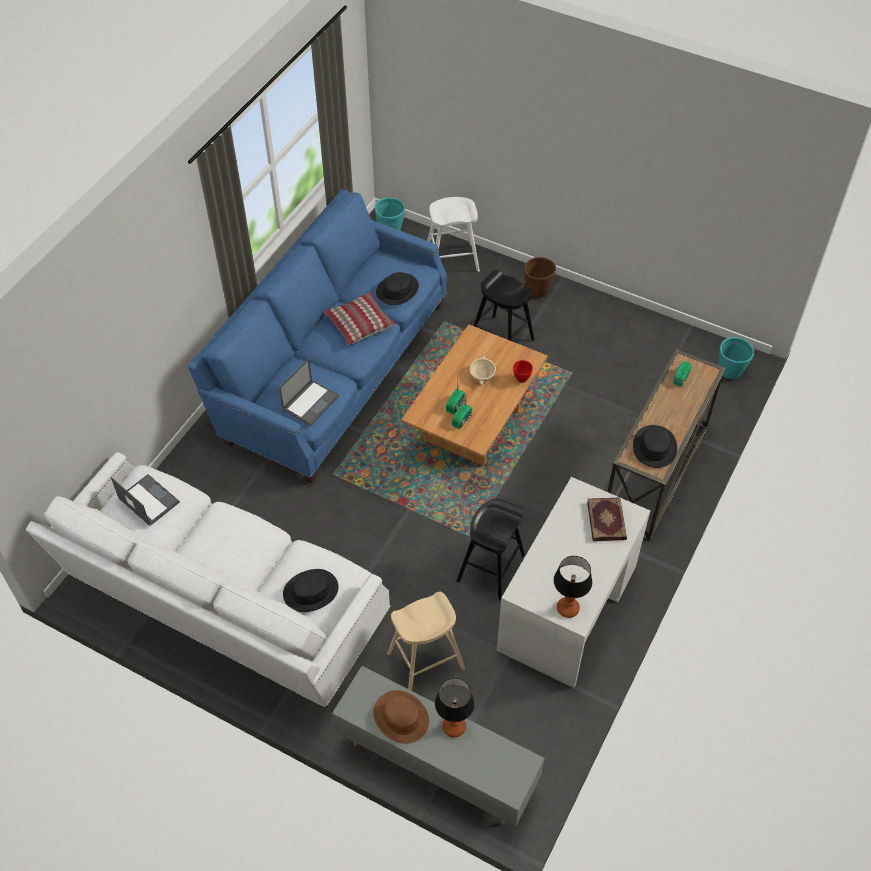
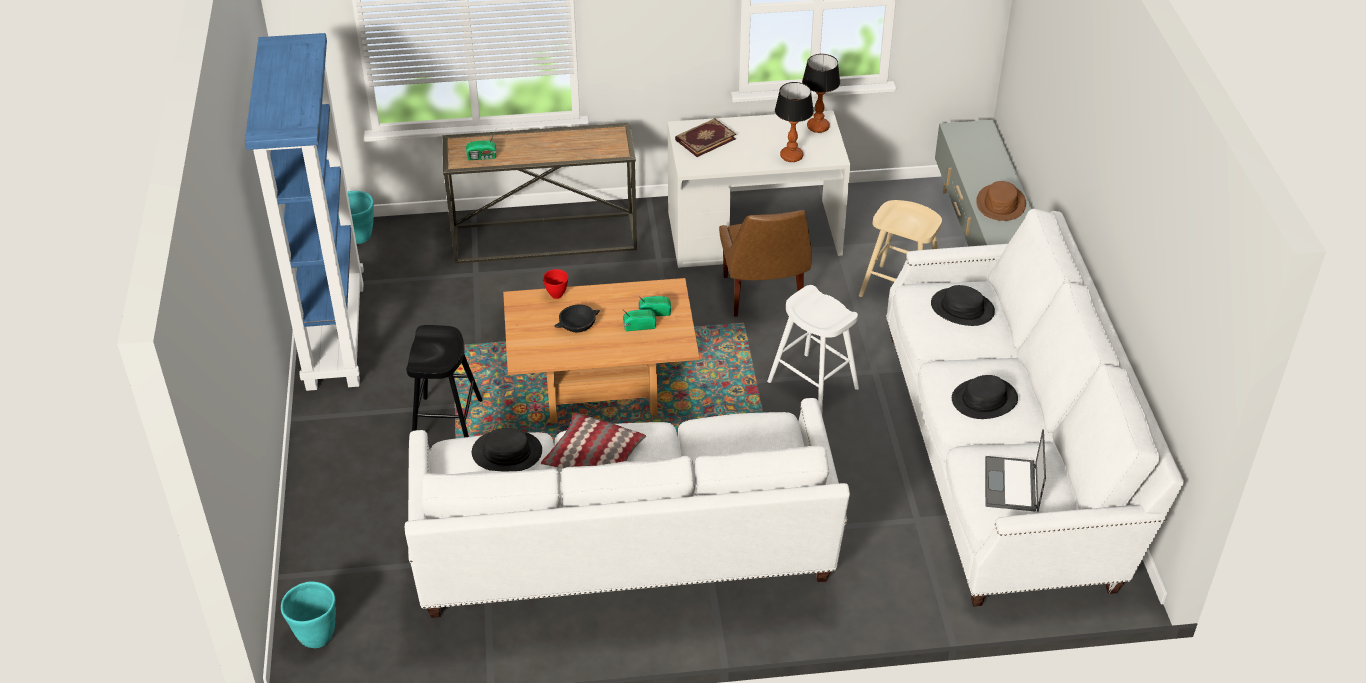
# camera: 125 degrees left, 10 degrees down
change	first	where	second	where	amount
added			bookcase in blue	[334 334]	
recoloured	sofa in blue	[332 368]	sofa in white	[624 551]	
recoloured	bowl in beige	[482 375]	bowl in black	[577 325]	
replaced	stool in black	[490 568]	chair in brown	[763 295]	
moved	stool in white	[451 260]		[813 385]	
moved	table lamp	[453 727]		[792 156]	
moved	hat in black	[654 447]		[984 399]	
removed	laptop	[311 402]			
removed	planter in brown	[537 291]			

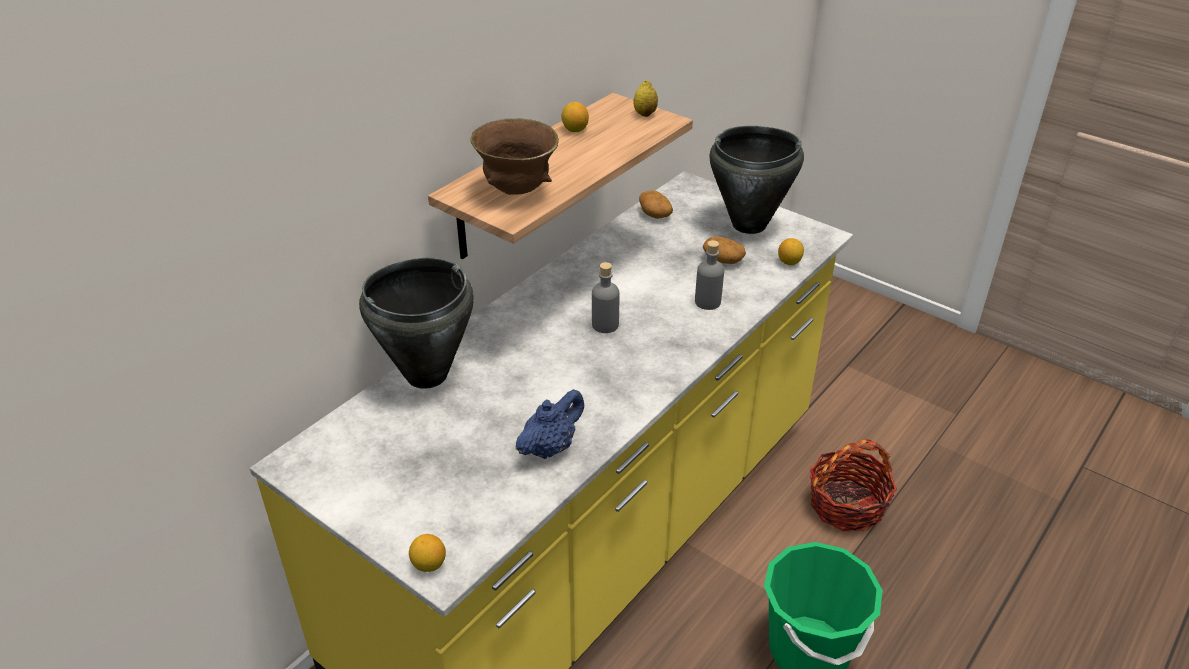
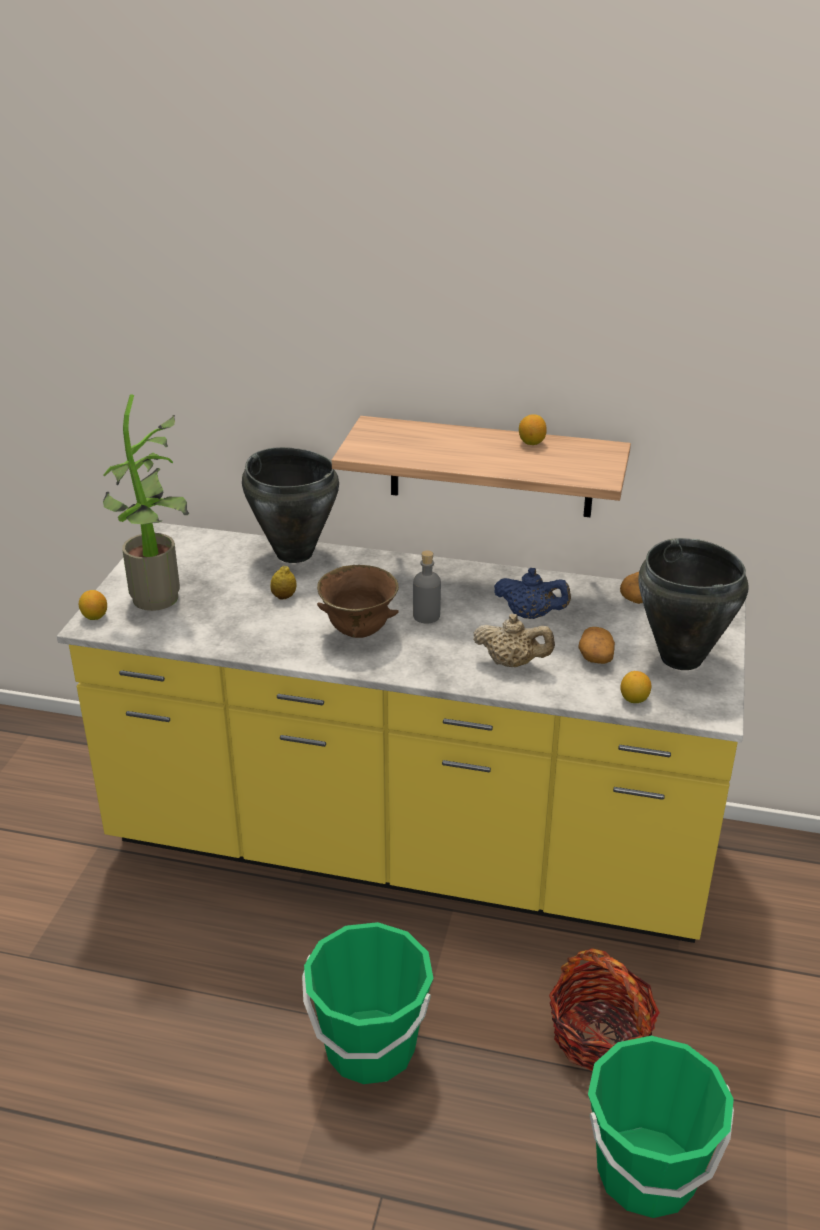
# camera: 65 degrees right, 5 degrees down
change	first	where	second	where	amount
added			potted plant	[161 600]	
moved	lemon	[645 114]		[284 597]	
moved	bowl in brown	[517 190]		[358 632]	
replaced	bottle in grey	[707 302]	teapot in beige	[512 663]	
moved	teapot in blue	[550 447]		[530 615]	
added			bucket in green	[646 1173]	

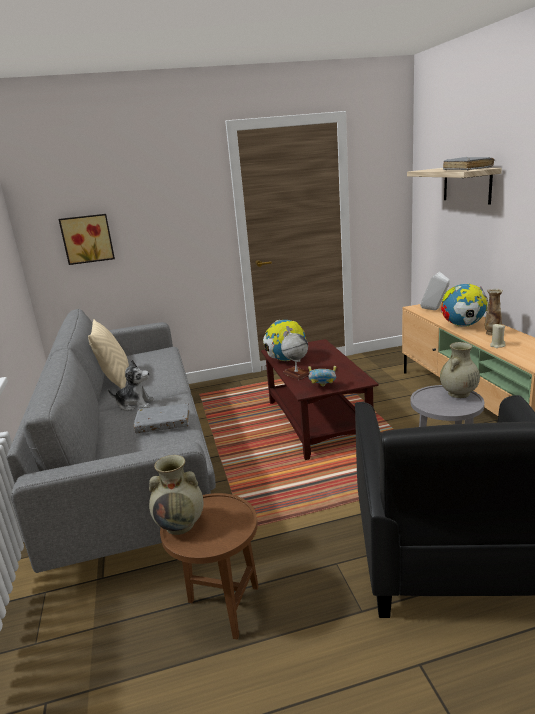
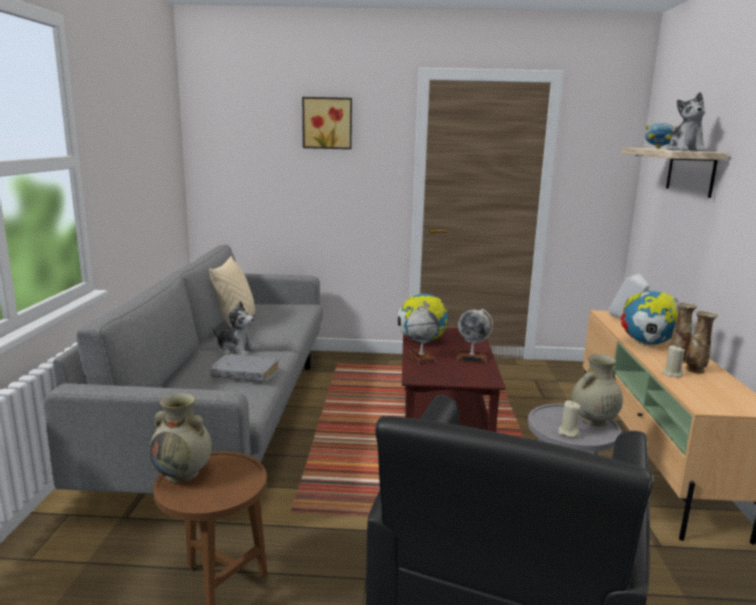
# camera: 15 degrees right, 5 degrees down
change	first	where	second	where	amount
moved	picture	[87 239]		[327 123]	
added			globe	[471 358]	
added			candle in beige	[568 432]	
moved	bowl	[323 387]		[658 148]	
replaced	book in grey	[467 169]	plush toy	[685 150]	
added			vase	[695 370]	

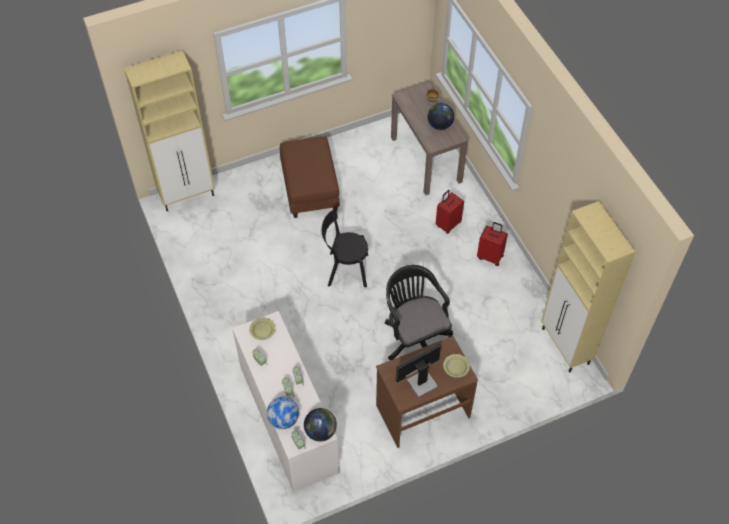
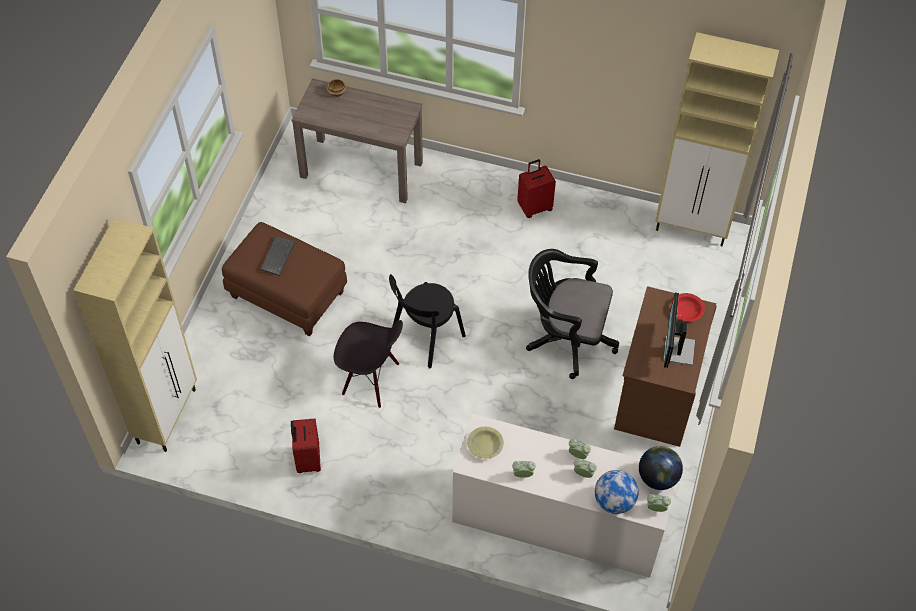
# camera: 50 degrees left, 0 degrees up
change	first	where	second	where	amount
added			keyboard	[277 255]	
moved	suitcase in red	[448 224]		[307 460]	
added			chair in black	[370 380]	
recoloured	bowl in yellow	[456 368]	bowl in red	[686 310]	
removed	globe	[440 125]			

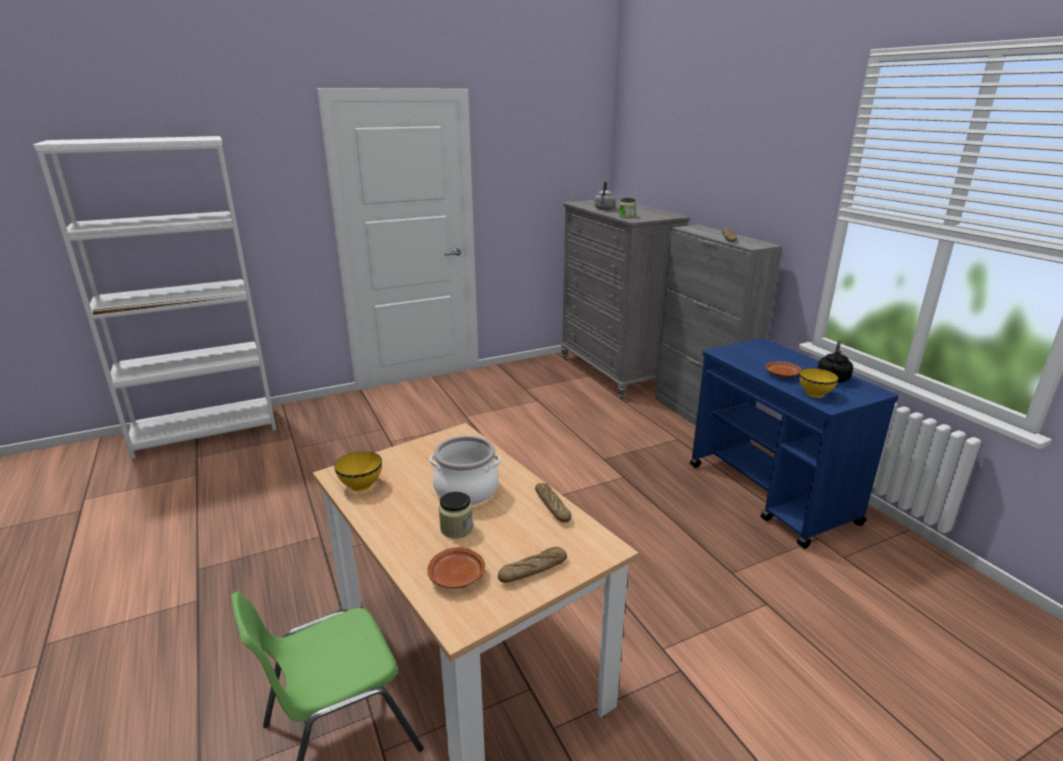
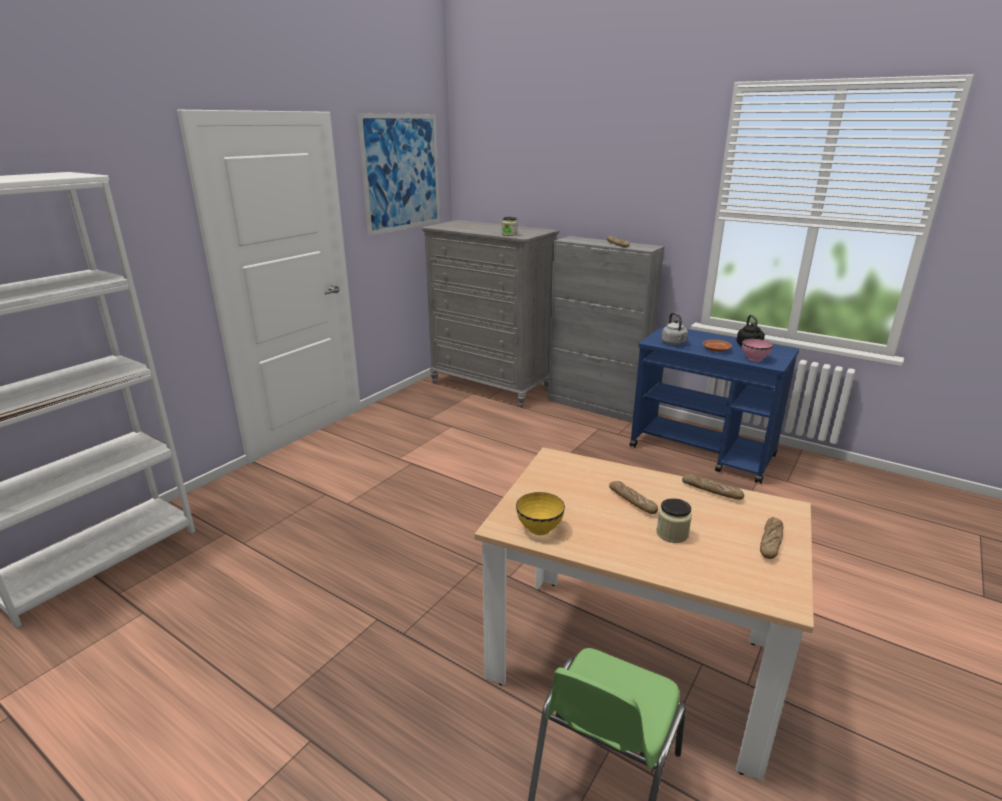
# camera: 30 degrees left, 0 degrees up
change	first	where	second	where	amount
added			picture	[402 173]	
replaced	cooking pot	[466 490]	bread	[632 501]	
moved	kettle in grey	[604 209]		[674 343]	
recoloured	bowl in yellow	[814 394]	bowl in pink	[754 359]	
removed	plate in brown	[457 577]			

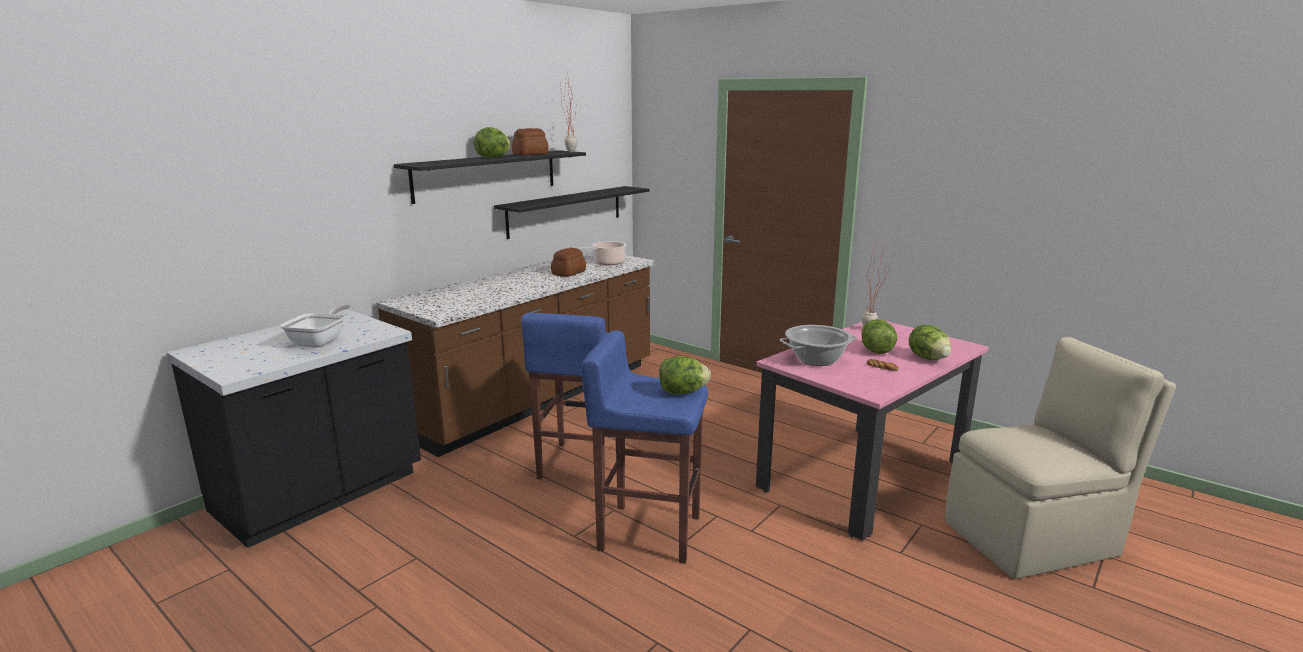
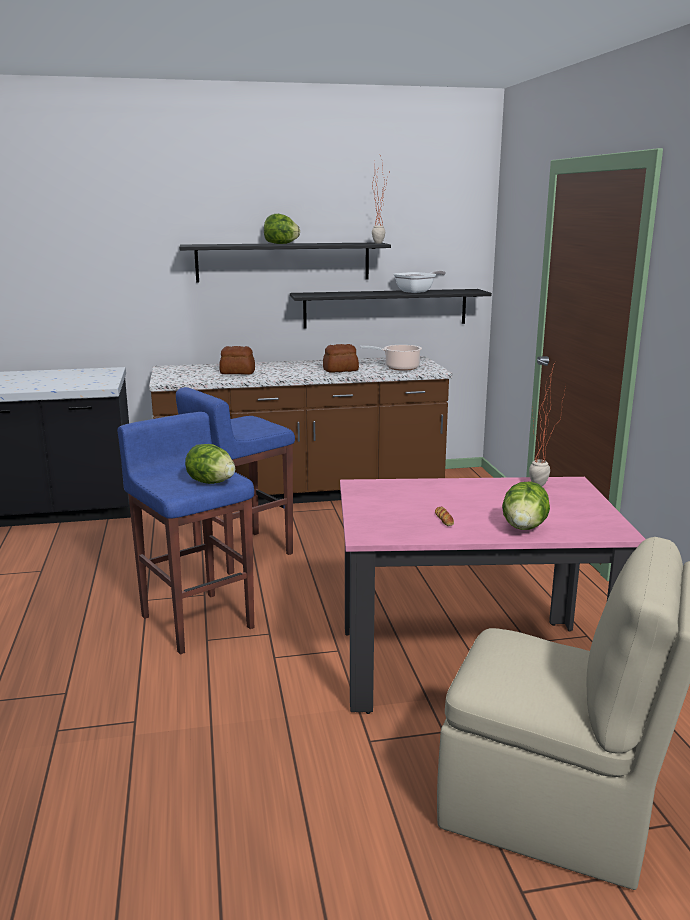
# camera: 40 degrees right, 0 degrees up
change	first	where	second	where	amount
moved	bread	[531 154]		[237 372]	
moved	frying pan	[321 341]		[418 291]	
removed	cooking pot	[817 359]			
removed	lettuce	[876 351]			

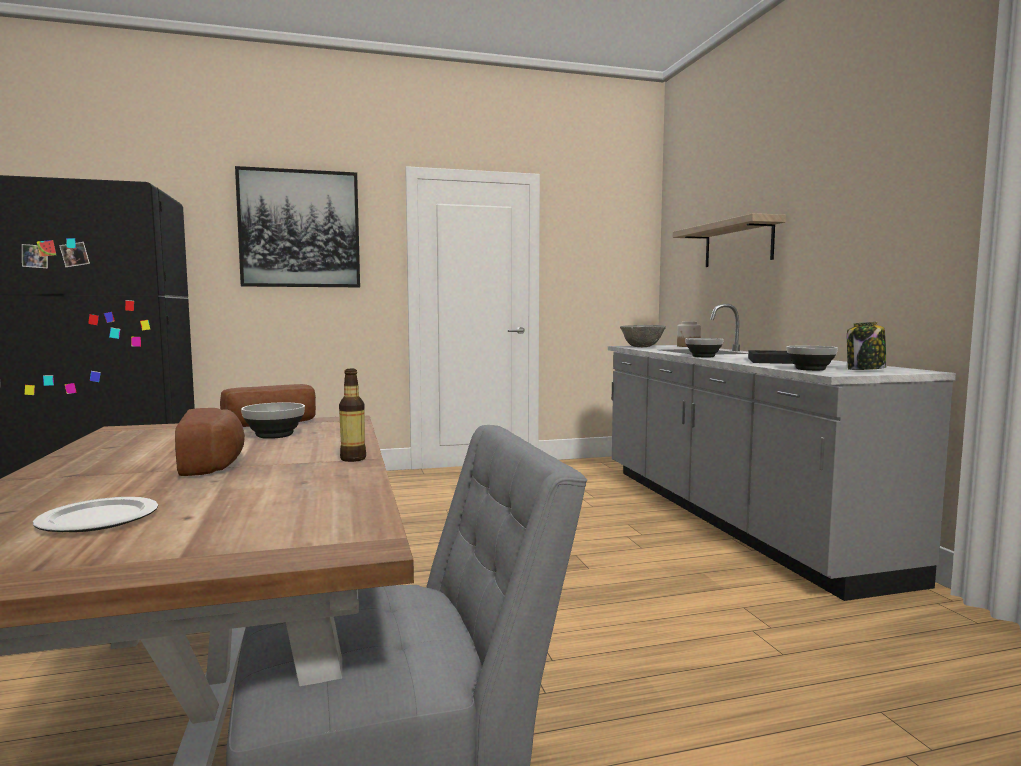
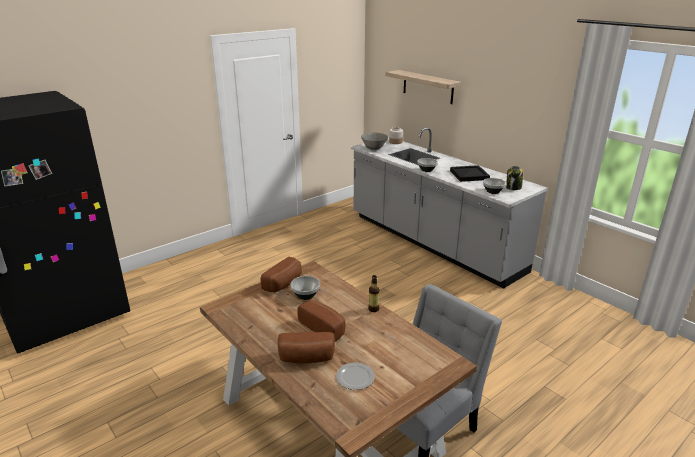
# camera: 25 degrees left, 20 degrees up
change	first	where	second	where	amount
added			bread	[306 358]	
removed	picture	[299 229]			

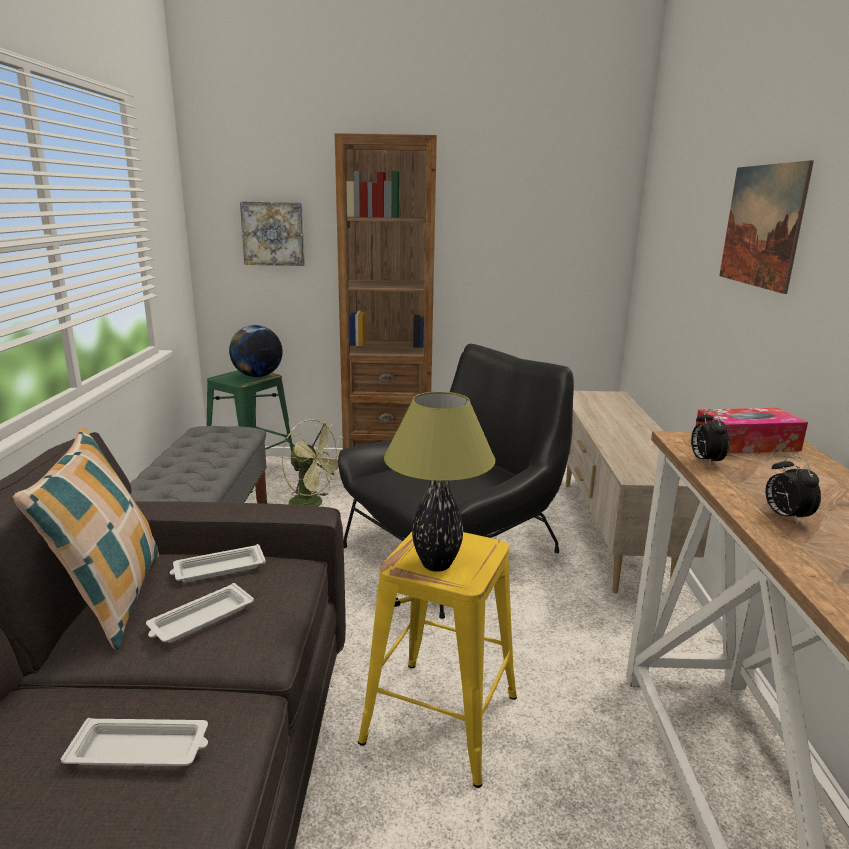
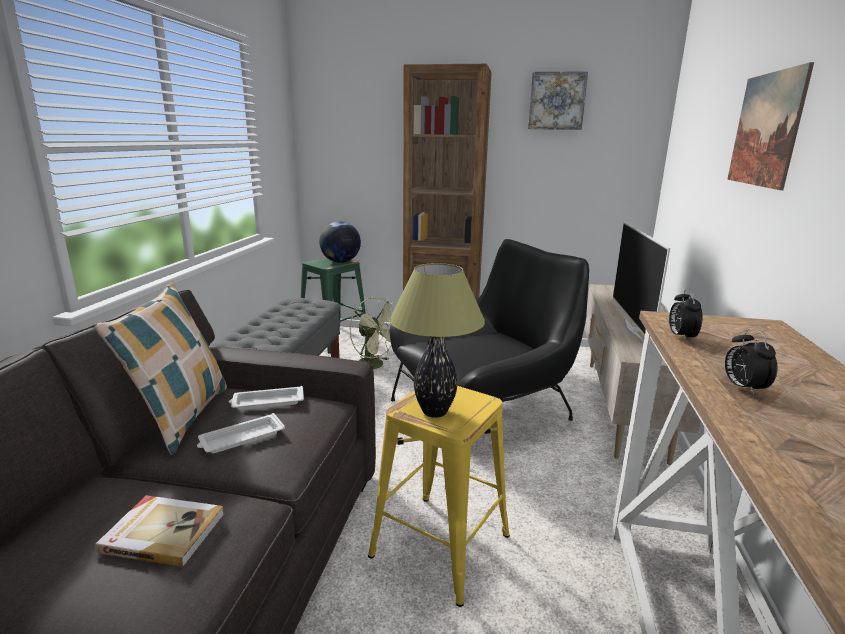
# camera: 10 degrees right, 0 degrees up
change	first	where	second	where	amount
replaced	tray in white	[141 750]	book	[164 532]	
moved	picture	[273 233]		[557 101]	
added			television	[634 330]	
removed	tissue box	[746 444]			

